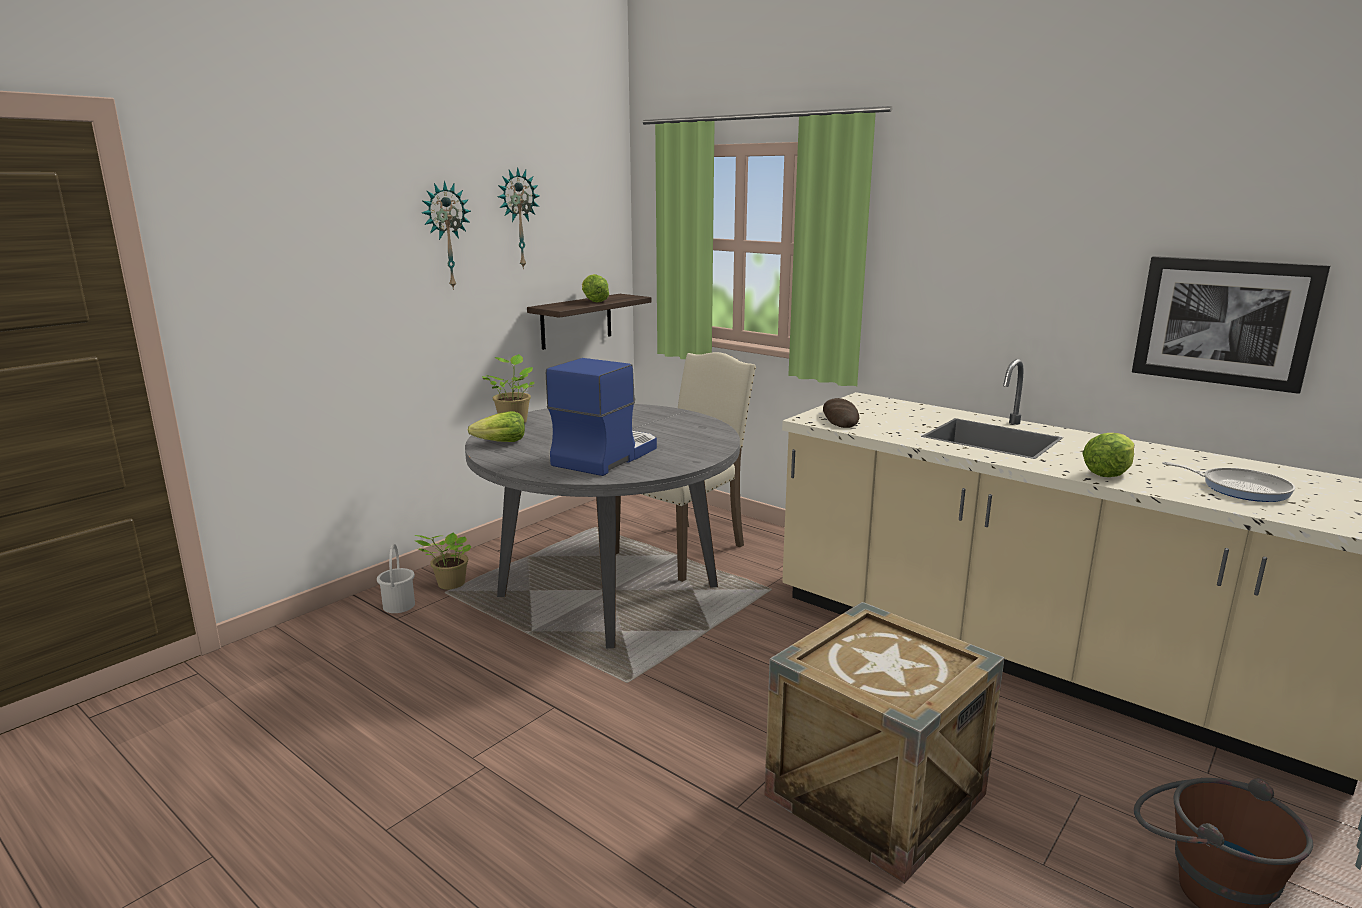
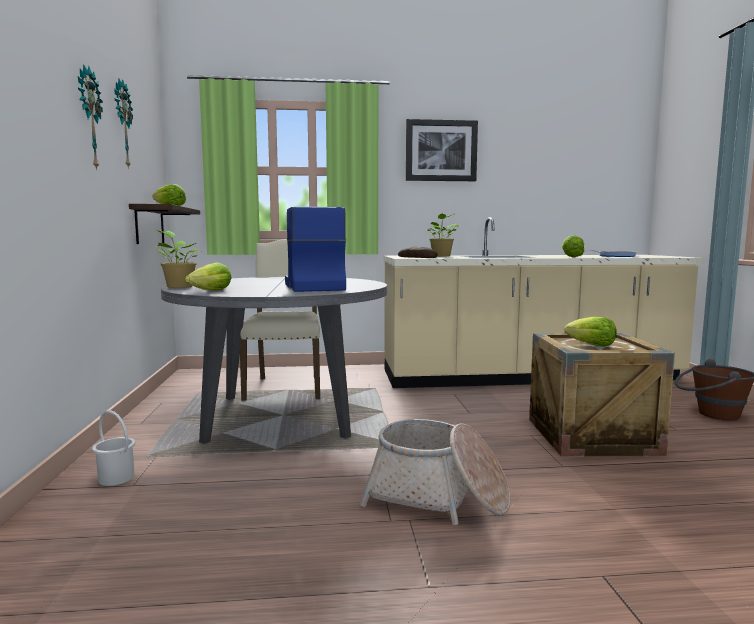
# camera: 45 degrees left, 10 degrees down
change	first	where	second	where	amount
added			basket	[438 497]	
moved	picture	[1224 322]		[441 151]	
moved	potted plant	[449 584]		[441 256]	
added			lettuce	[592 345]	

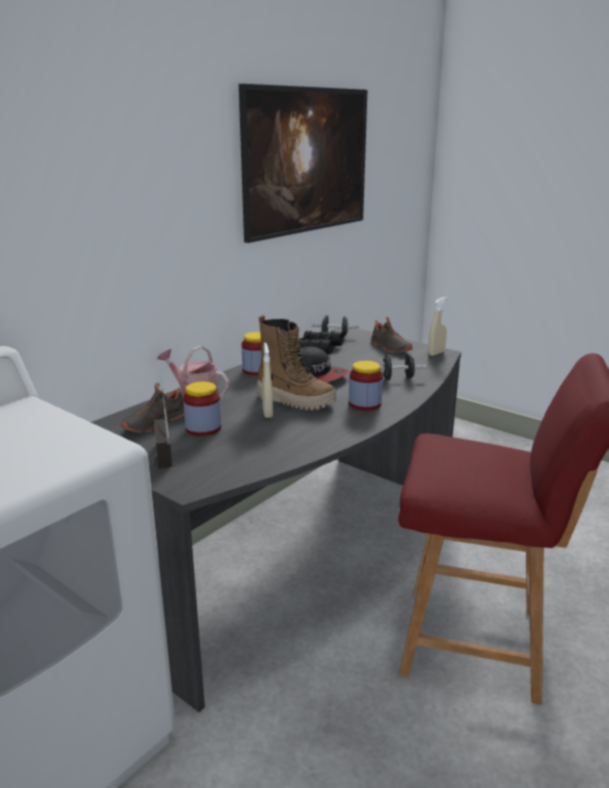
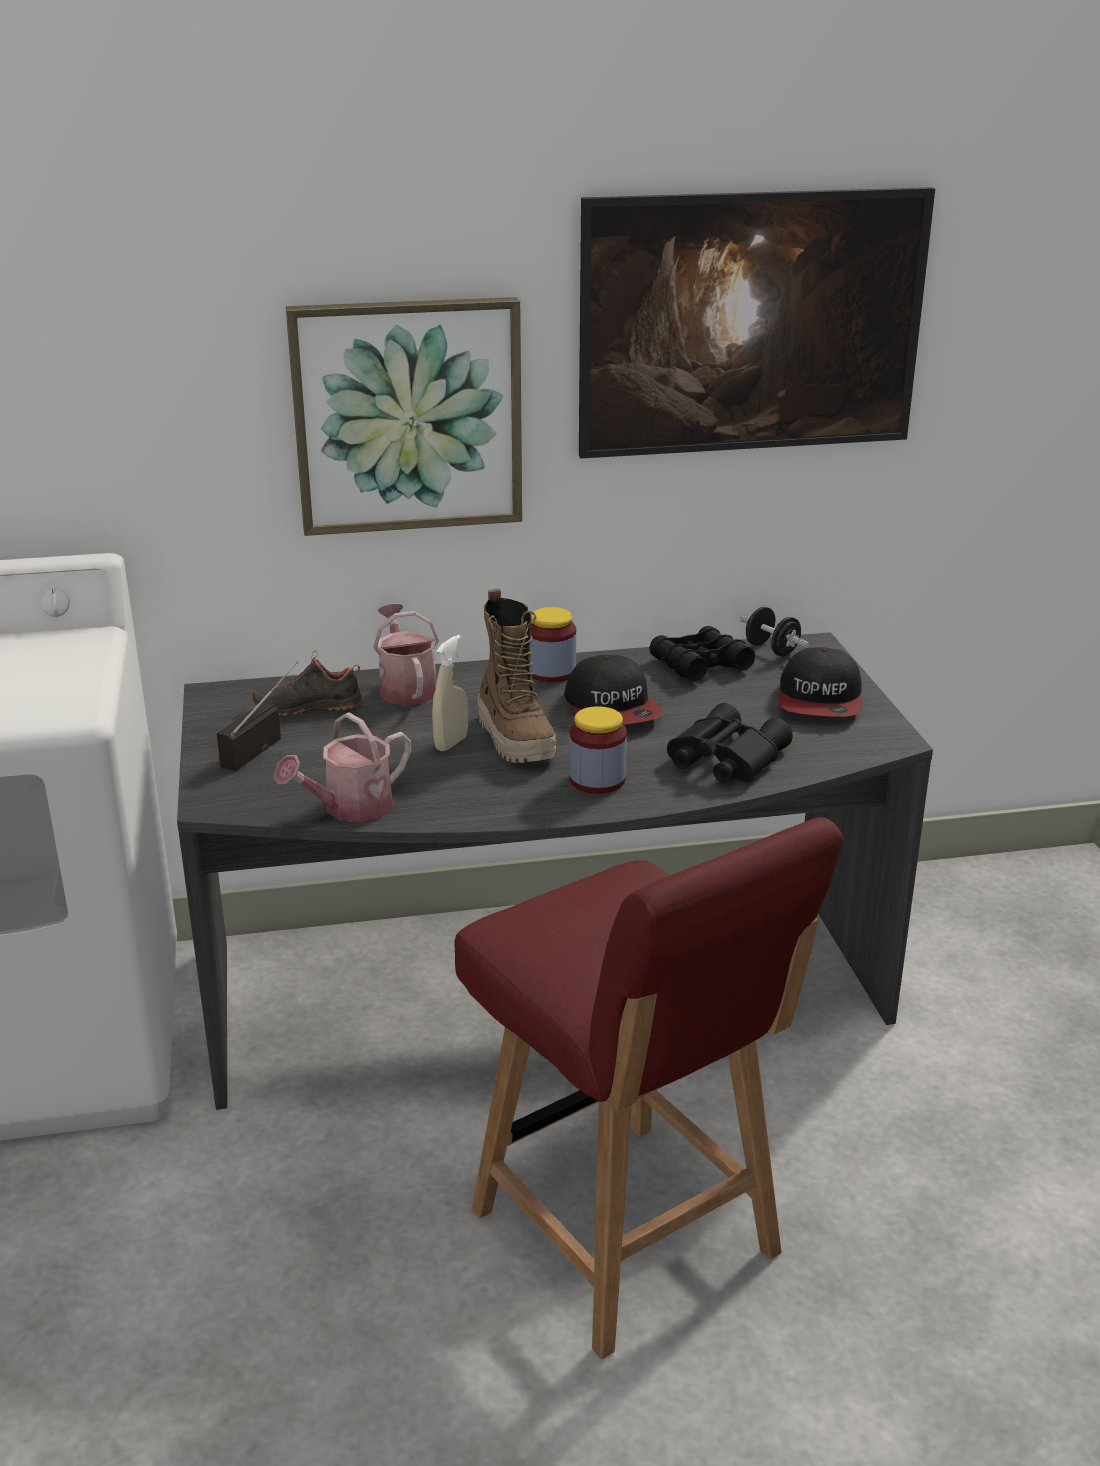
# camera: 40 degrees right, 5 degrees up
change	first	where	second	where	amount
added			watering can	[350 808]	
added			picture	[408 416]	
replaced	dumbbell in black	[397 379]	binoculars in black	[723 759]	
replaced	shoe in black	[389 348]	cap	[820 700]	
removed	jar	[203 428]			
removed	spray bottle in beige	[436 353]			

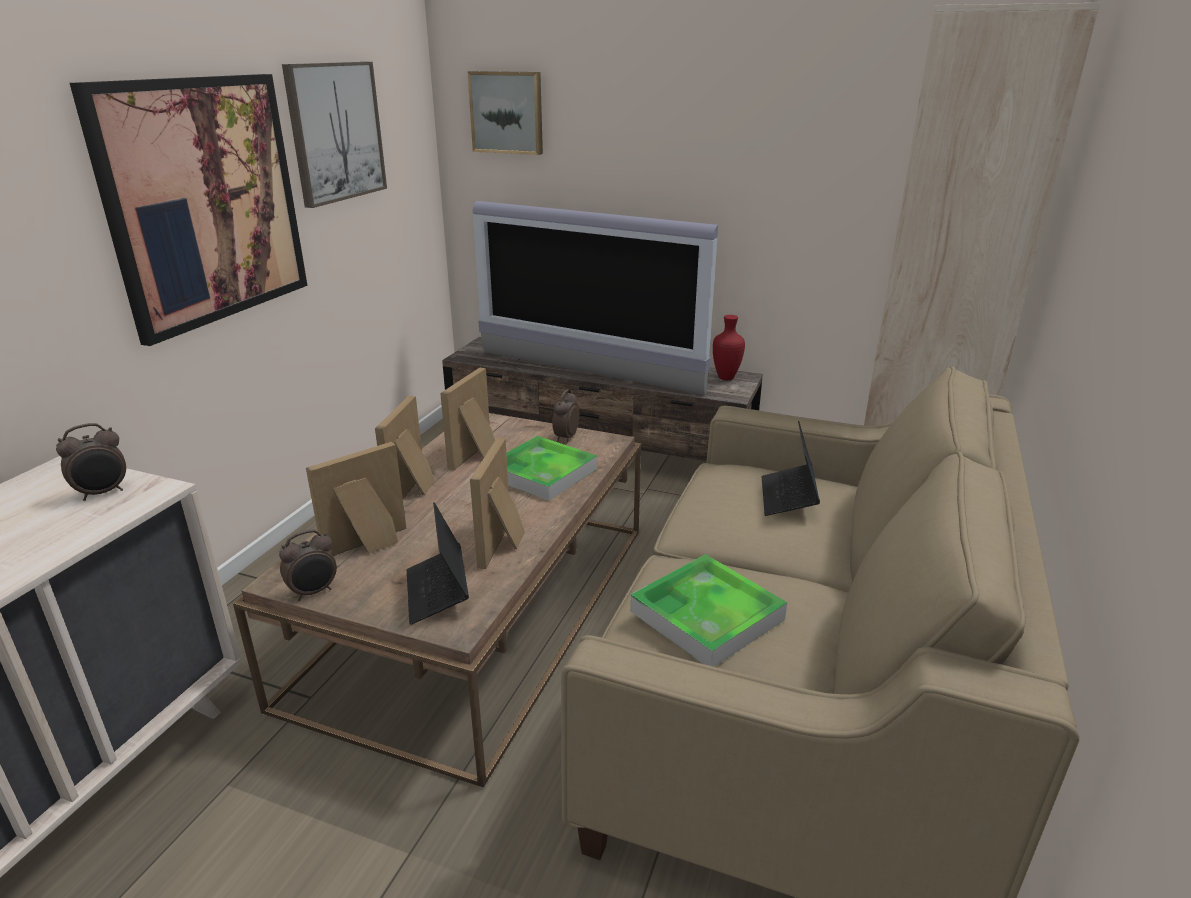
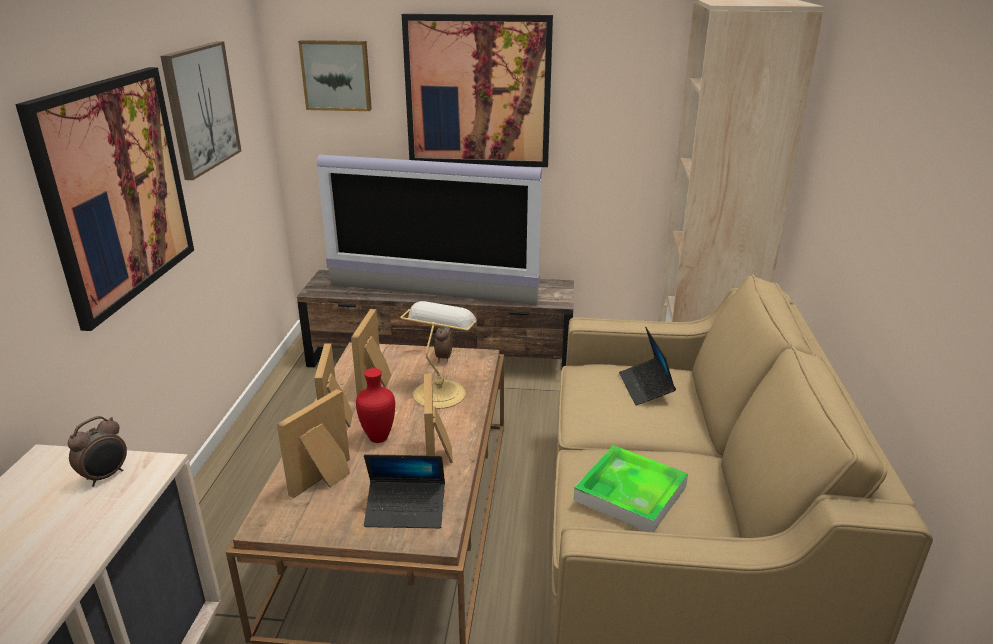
# camera: 15 degrees left, 0 degrees up
change	first	where	second	where	amount
moved	vase in red	[725 377]		[377 438]	
turned	laptop	[437 592]		[406 511]	60 degrees counterclockwise
replaced	tray	[543 473]	table lamp	[440 392]	
added			picture	[478 92]	
removed	alarm clock	[314 592]			

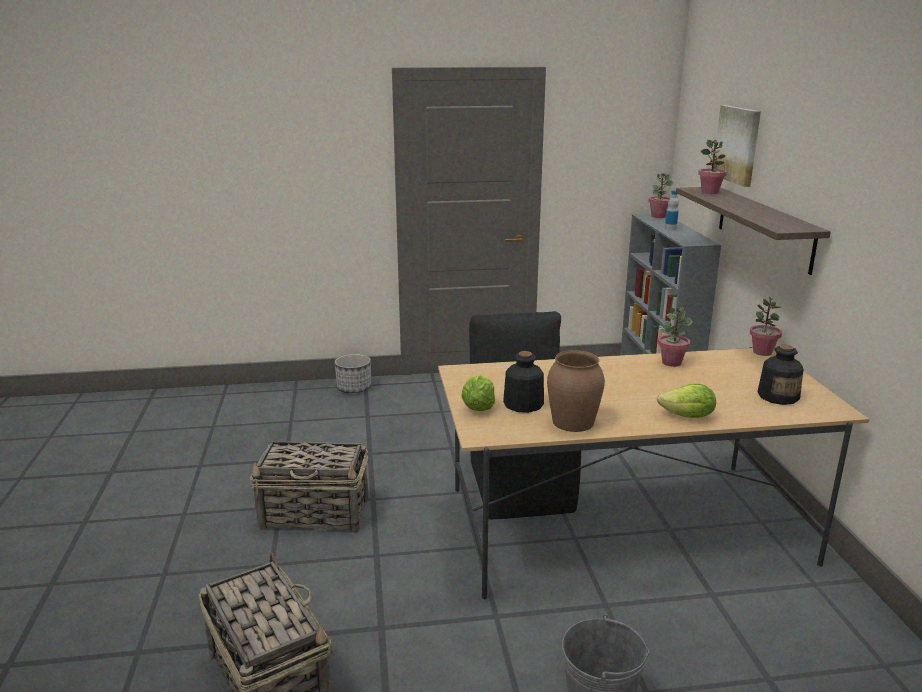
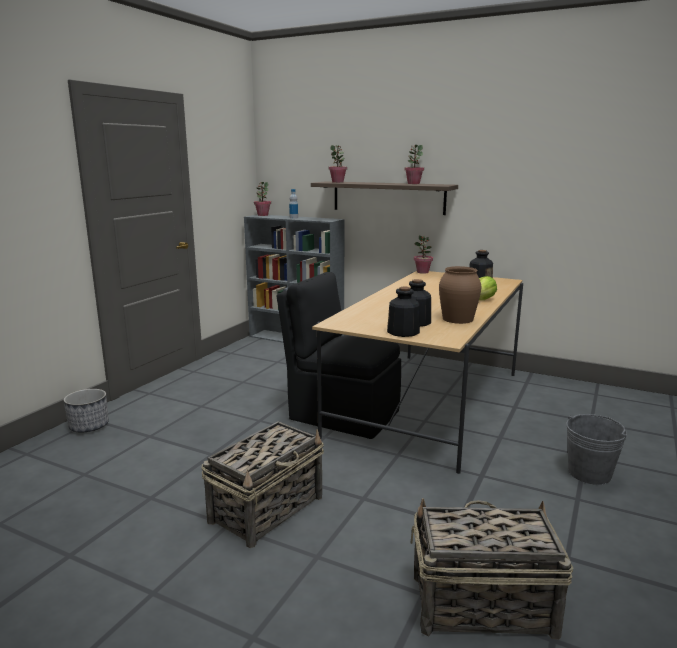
# camera: 55 degrees left, 5 degrees down
change	first	where	second	where	amount
replaced	lettuce	[478 407]	bottle	[403 332]	
moved	potted plant	[671 363]		[413 183]	
removed	picture	[738 144]			

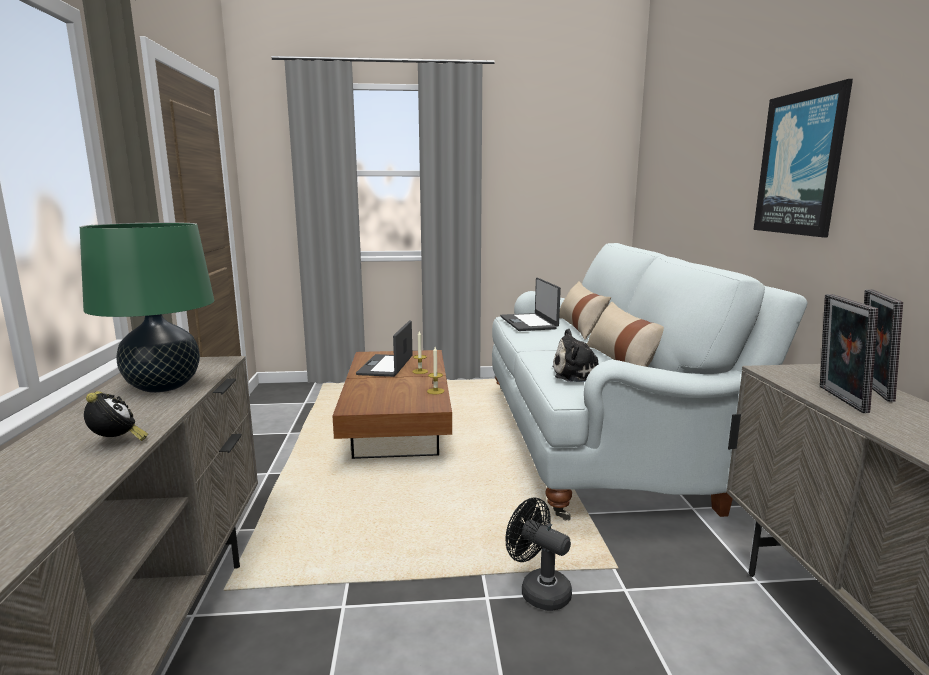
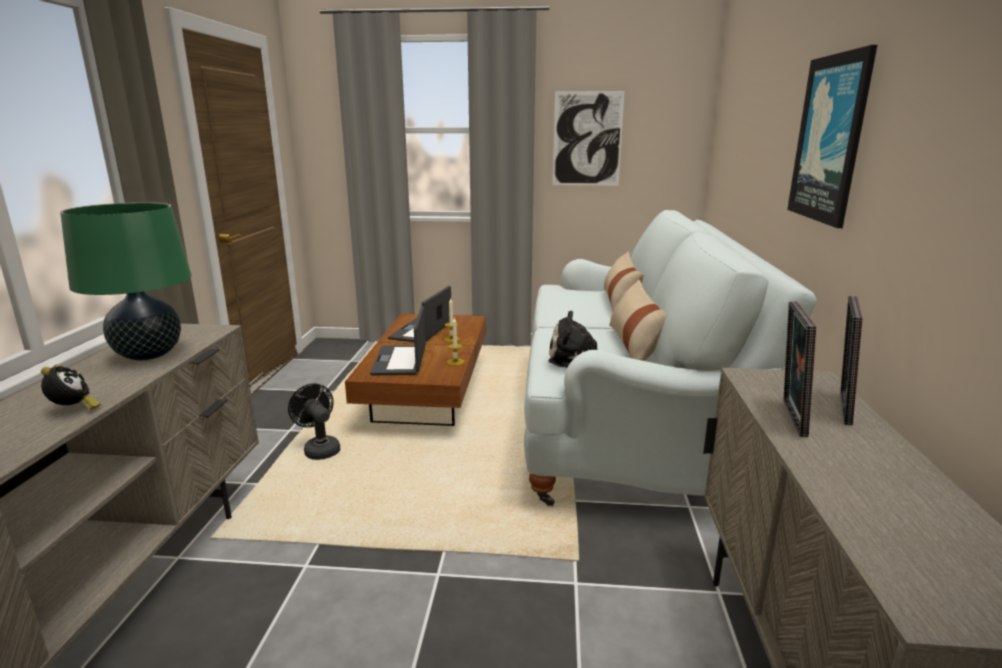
# camera: 10 degrees right, 5 degrees up
change	first	where	second	where	amount
moved	fan in black	[538 590]		[319 449]	
moved	laptop	[529 323]		[400 361]	
added			picture	[587 139]	

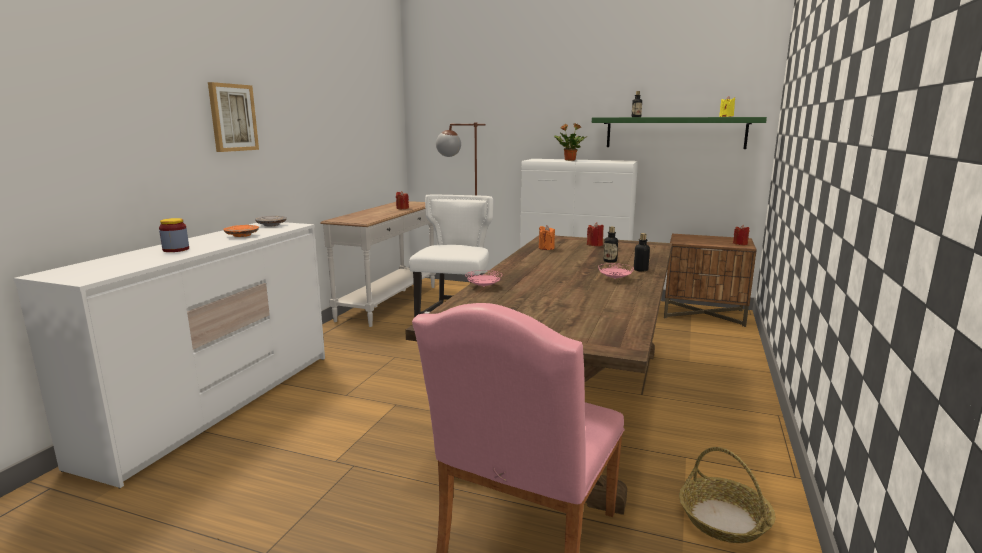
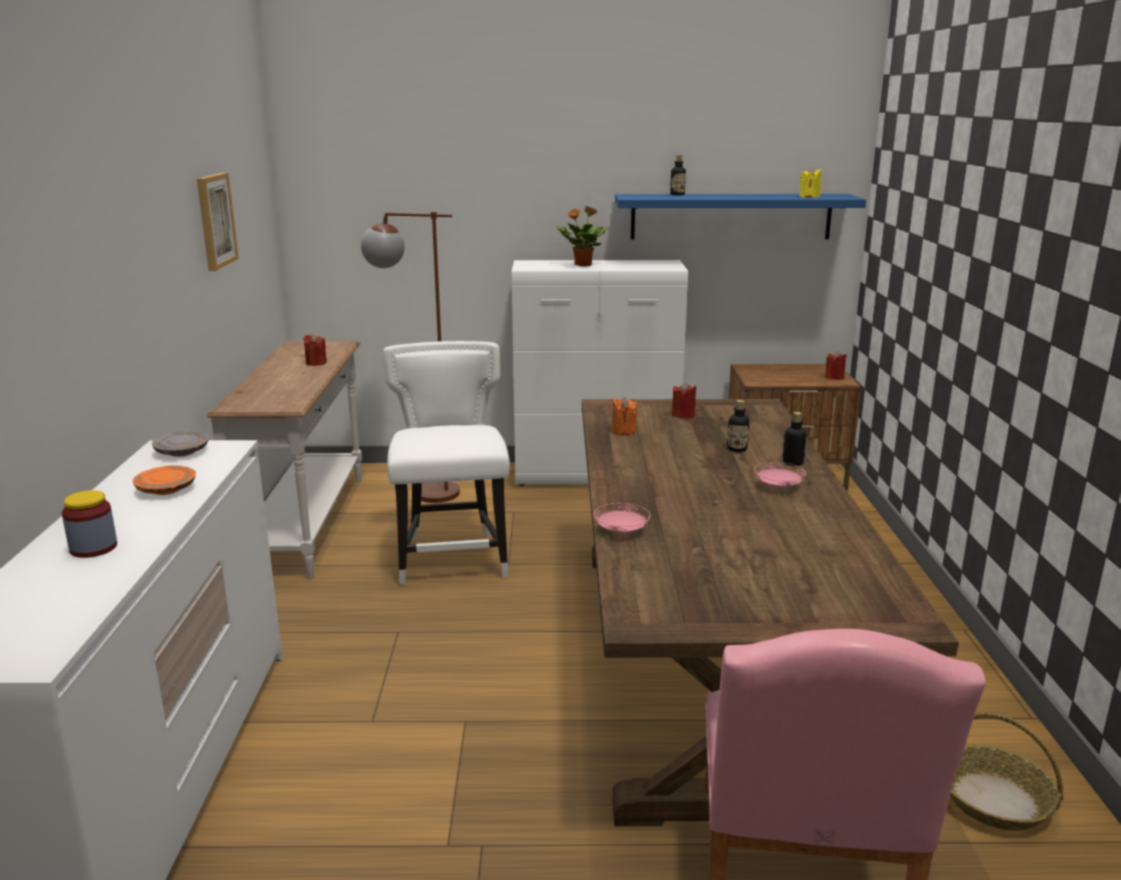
# camera: 20 degrees left, 5 degrees up
change	first	where	second	where	amount
moved	picture	[232 117]		[215 220]	
recoloured	shelf in green	[675 132]	shelf in blue	[731 216]	

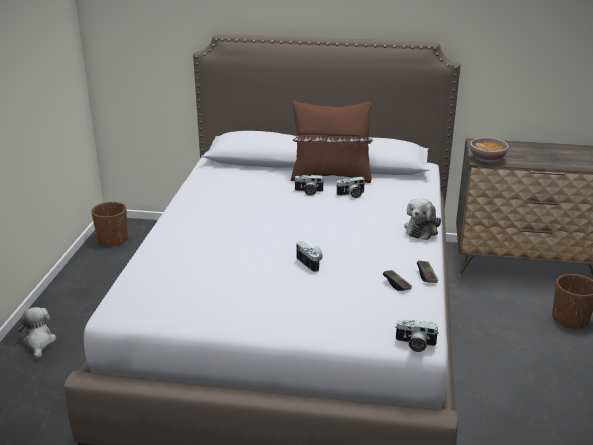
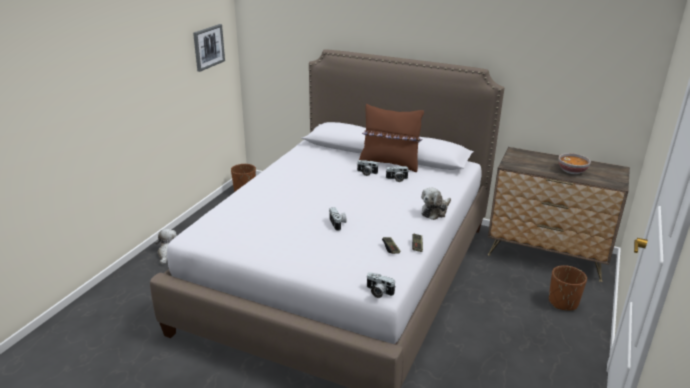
# camera: 15 degrees right, 0 degrees up
change	first	where	second	where	amount
added			picture	[208 47]	
moved	bowl	[487 159]		[572 171]	

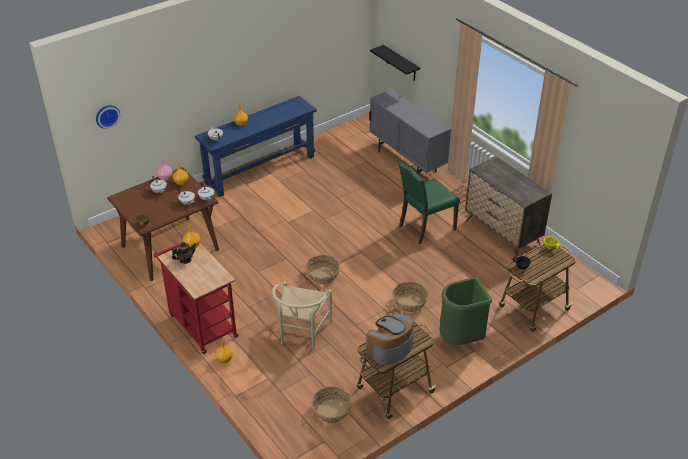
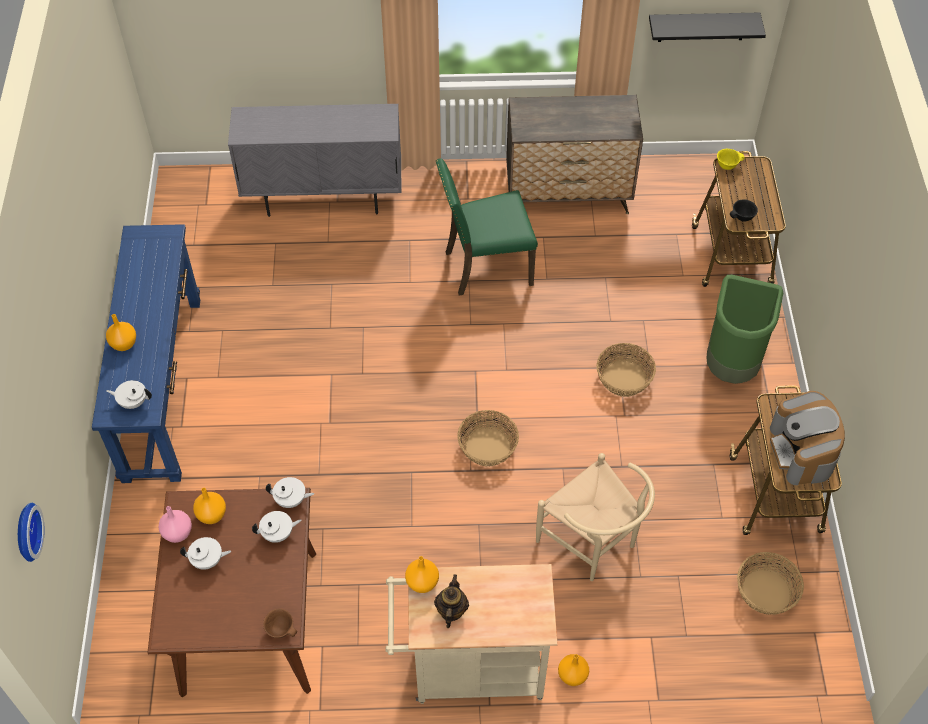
# camera: 55 degrees left, 15 degrees up
change	first	where	second	where	amount
recoloured	cart in red	[200 324]	cart in beige	[469 669]	
turned	chair in green	[425 227]		[486 267]	75 degrees clockwise
moved	shelf in black	[401 63]		[702 27]	

